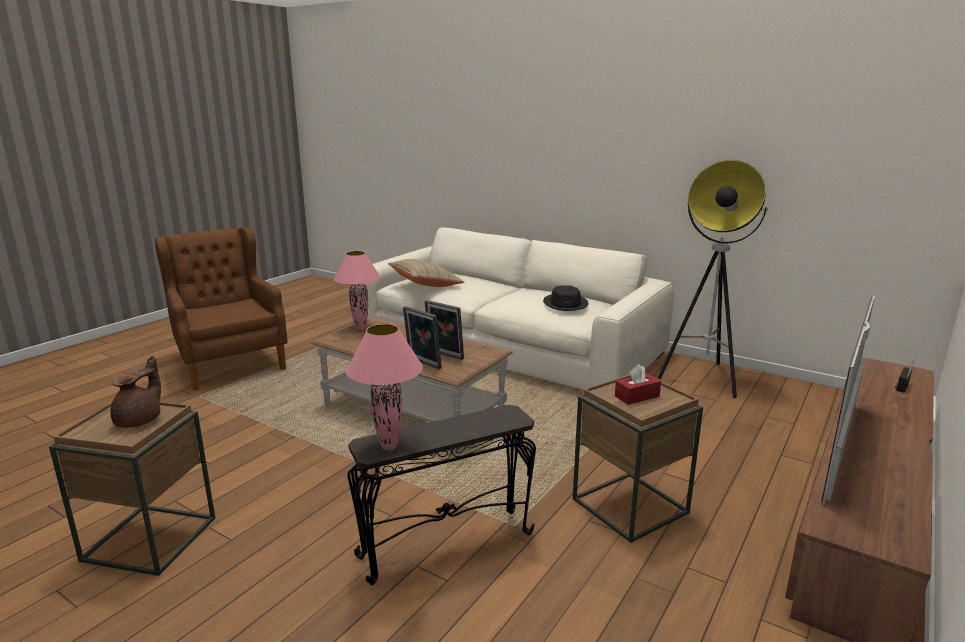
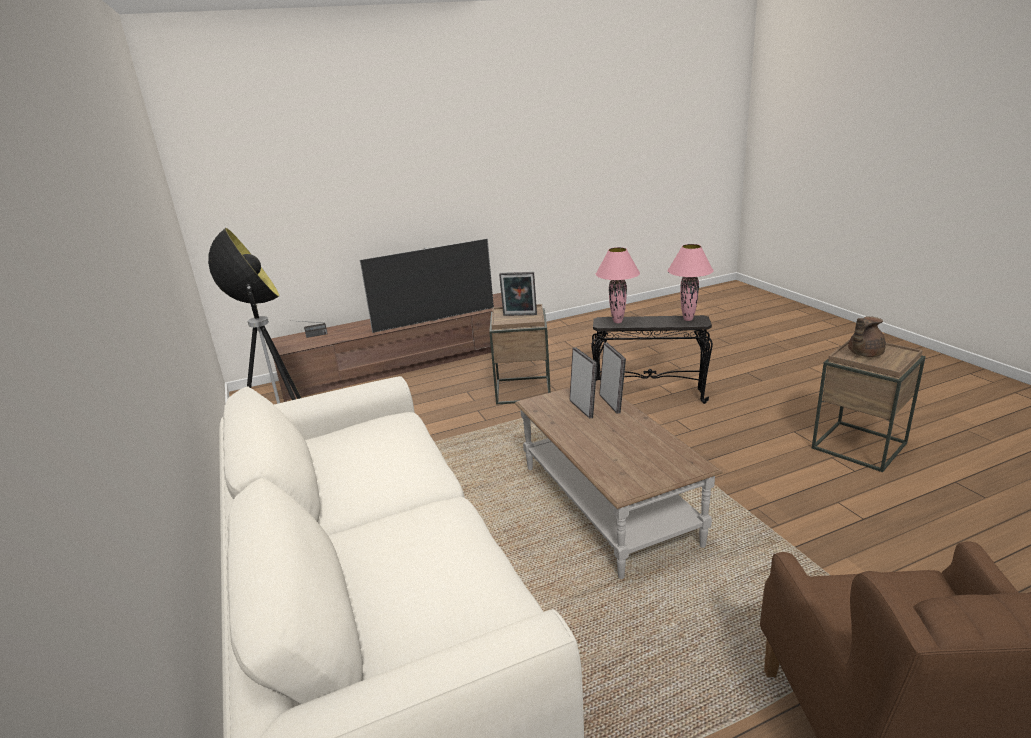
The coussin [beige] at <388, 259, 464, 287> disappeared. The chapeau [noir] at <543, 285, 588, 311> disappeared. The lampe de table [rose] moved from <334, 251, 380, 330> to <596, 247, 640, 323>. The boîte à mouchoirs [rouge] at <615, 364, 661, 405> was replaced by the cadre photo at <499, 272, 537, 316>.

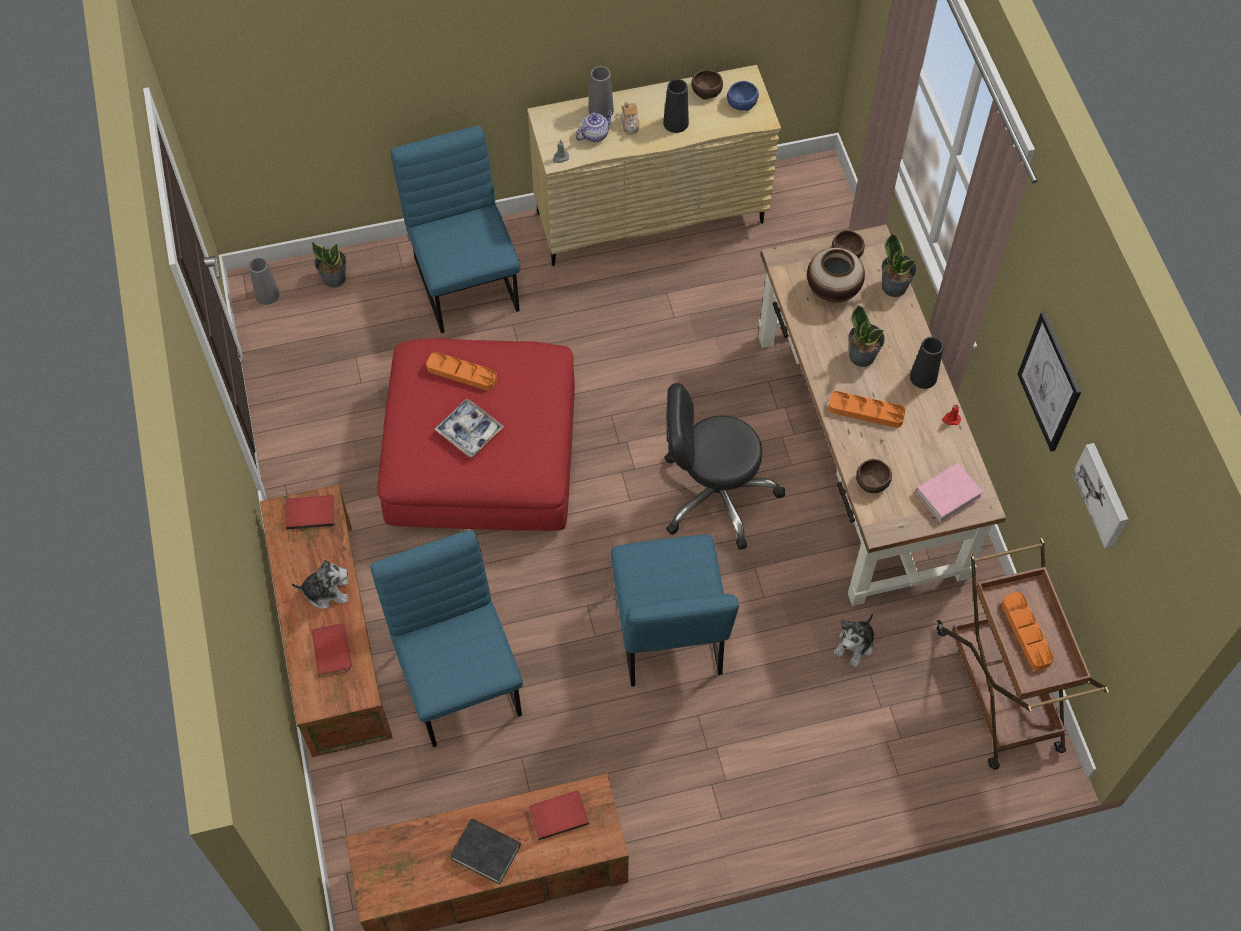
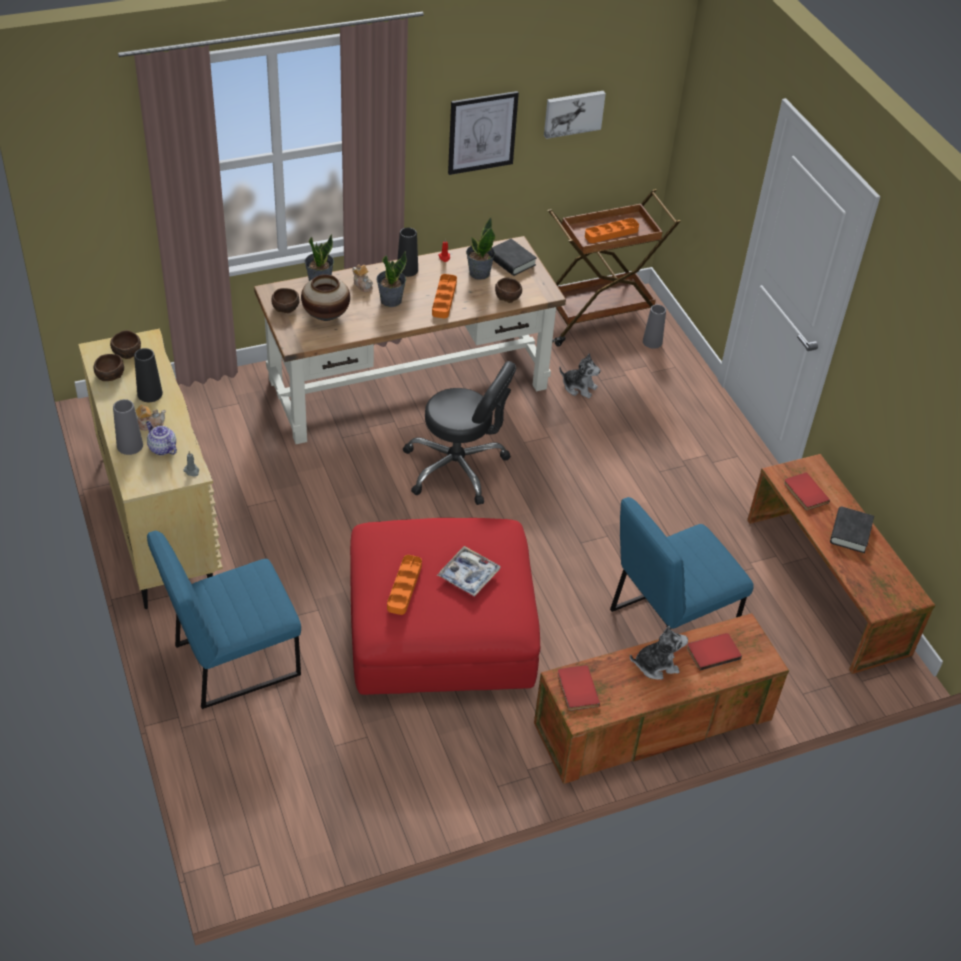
The chaise [bleu] at <610, 535, 739, 687> disappeared. The théière at <352, 264, 373, 292> appeared. The vase [gris] moved from <249, 257, 279, 305> to <643, 305, 666, 349>. The plante en pot moved from <312, 242, 346, 288> to <466, 217, 495, 280>. The bol [bleu] at <727, 81, 759, 111> became the bol [marron] at <110, 330, 141, 359>. The livre [rose] at <915, 463, 983, 523> became the livre [noir] at <492, 239, 537, 276>. The peluche at <291, 560, 349, 609> turned 90 degrees clockwise. The chaise de bureau [noir] at <664, 383, 785, 550> turned 60 degrees counterclockwise.

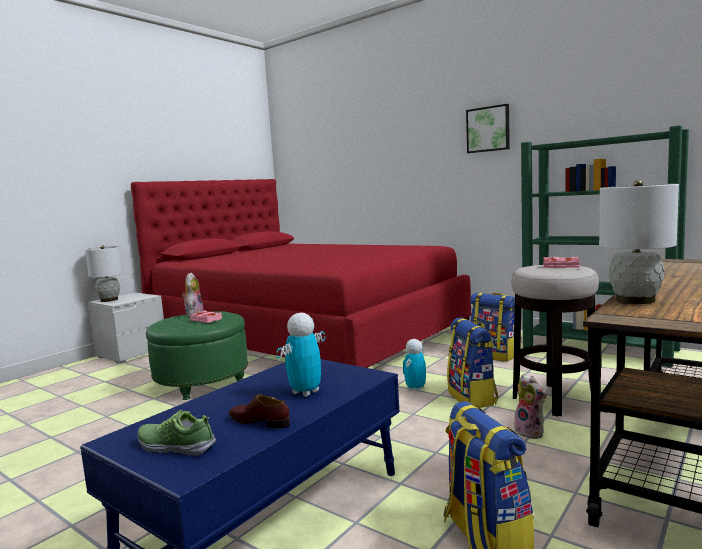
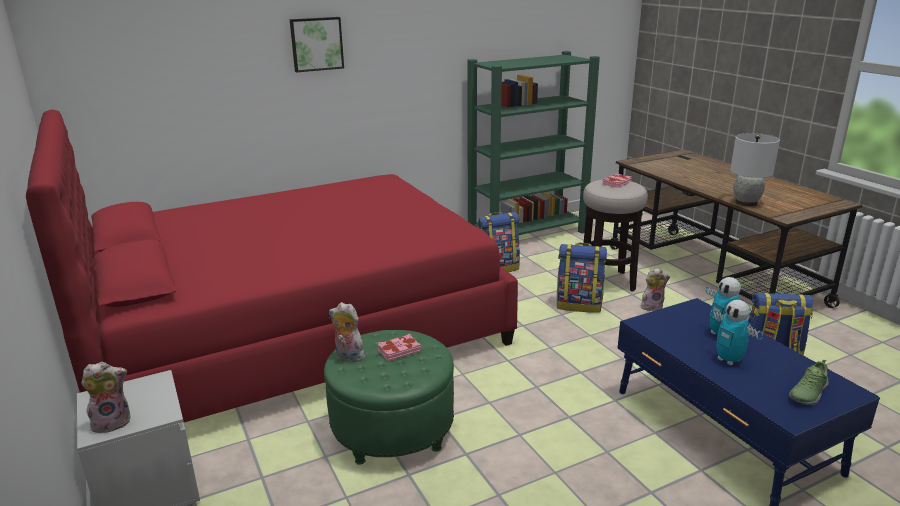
The chaussure [marron] at <229, 394, 290, 429> disappeared. The robot jouet moved from <403, 339, 426, 392> to <710, 300, 763, 365>. The tableau moved from <466, 104, 510, 153> to <290, 17, 344, 72>. The lampe de table [blanc] at <85, 245, 123, 302> was replaced by the peluche at <81, 362, 130, 433>.

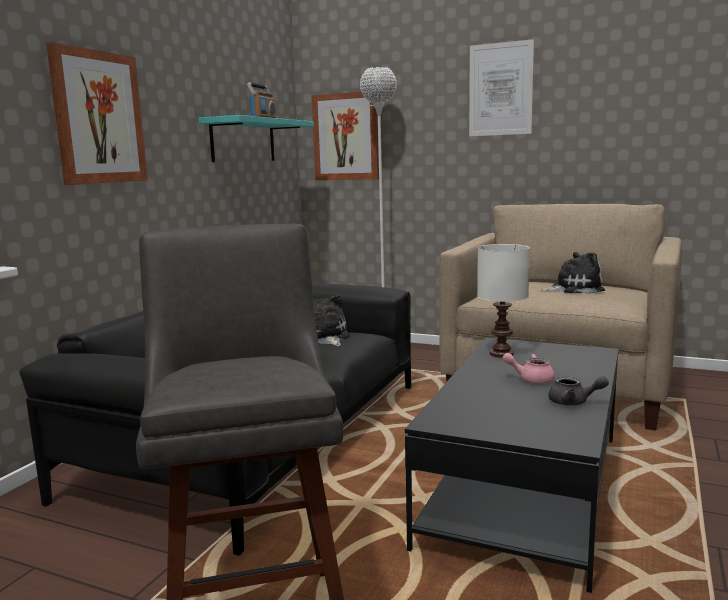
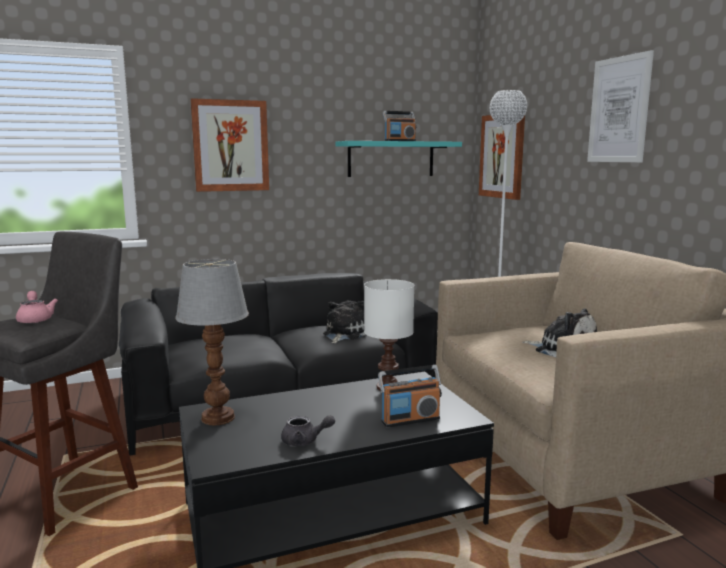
The lampe de table at <175, 259, 249, 425> appeared. The radio at <378, 365, 442, 428> appeared. The théière [rose] moved from <502, 353, 555, 384> to <16, 291, 58, 324>. The théière [gris] at <548, 376, 609, 406> turned 60 degrees counterclockwise.

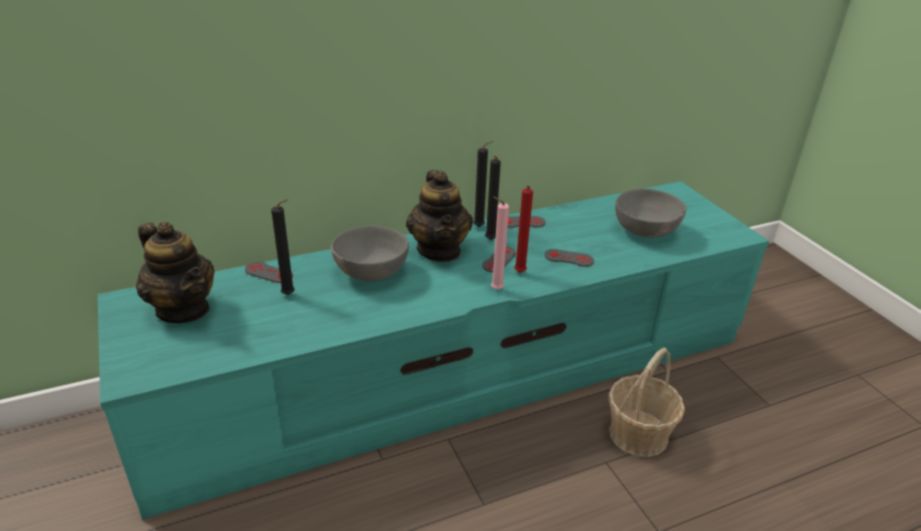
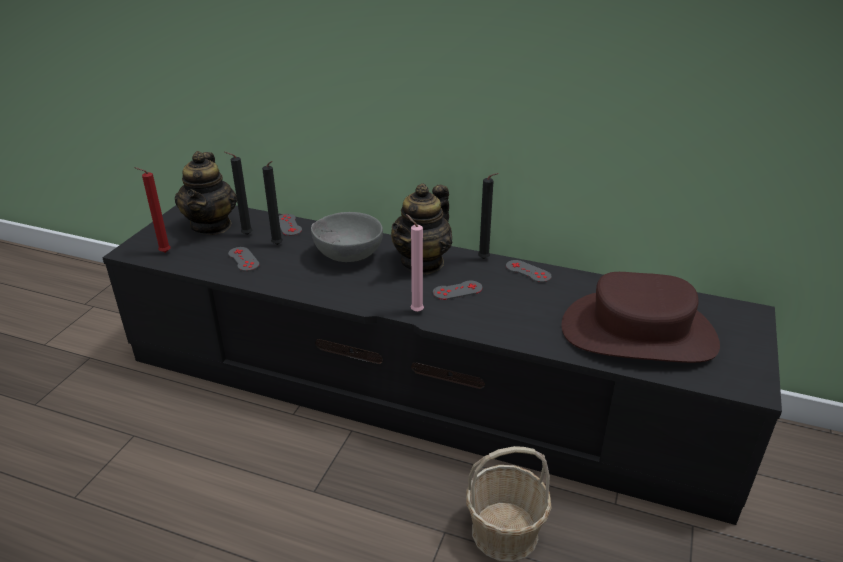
The bougie [noir] moved from <485, 156, 501, 240> to <225, 152, 252, 235>. The bougie [rouge] moved from <514, 185, 533, 273> to <134, 167, 171, 253>. The manette [gris] moved from <544, 249, 594, 267> to <228, 247, 260, 272>. The bol [gris] at <615, 189, 686, 238> was replaced by the chapeau [marron] at <561, 272, 720, 363>. The meuble télé [turquoise] at <98, 181, 769, 520> became the meuble télé [noir] at <102, 205, 782, 525>.

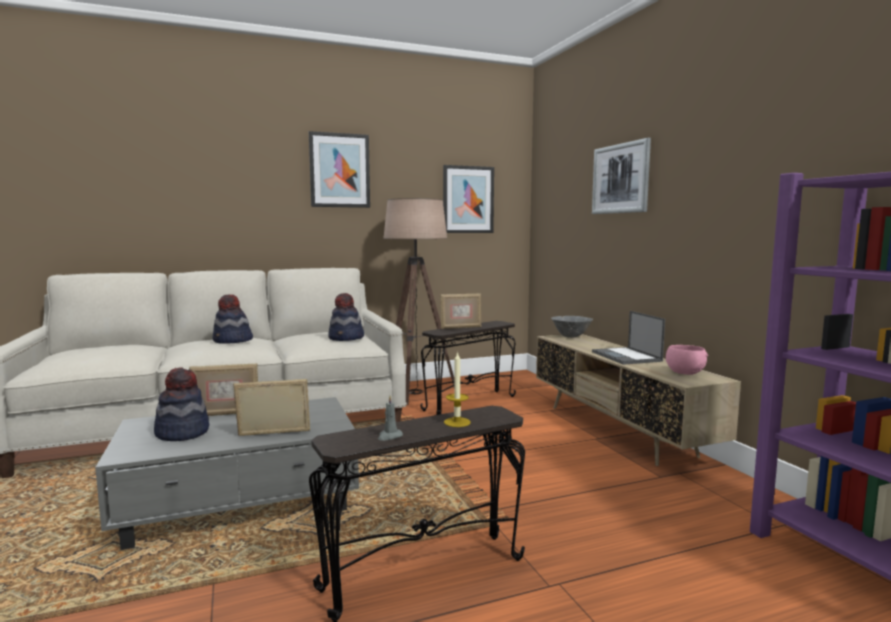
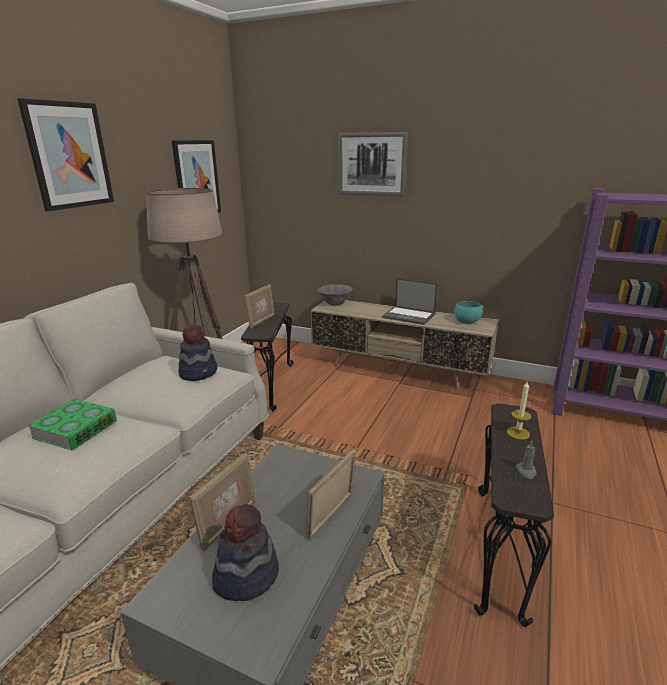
The chapeau at <213, 294, 253, 344> was replaced by the livre at <28, 399, 117, 450>. The bol [rose] at <666, 345, 708, 375> became the bol [turquoise] at <454, 301, 483, 324>.

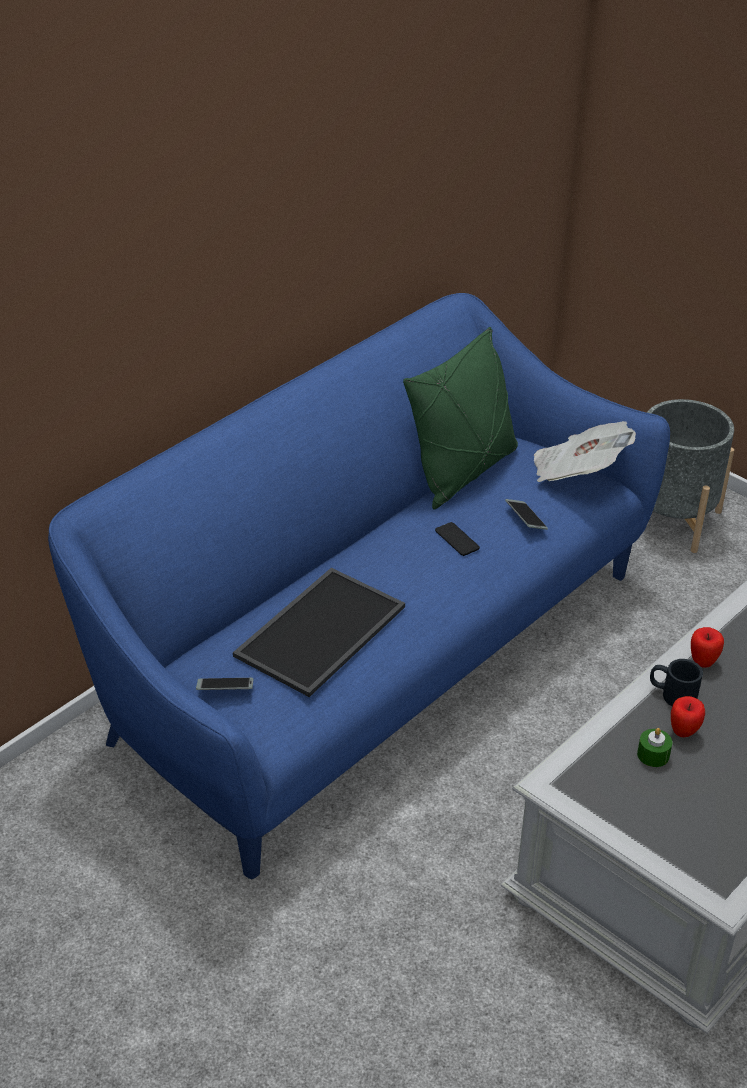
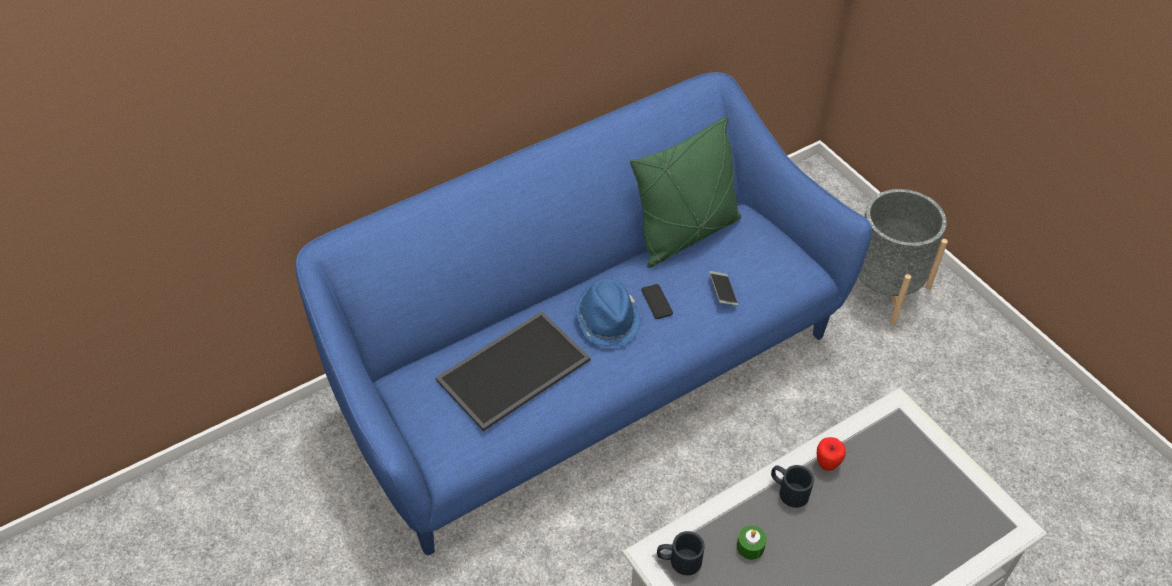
The téléphone at <196, 678, 254, 690> disappeared. The journal at <534, 421, 636, 482> disappeared. The pomme at <671, 696, 705, 737> disappeared. The chapeau [bleu] at <575, 278, 642, 348> appeared. The mug [noir] at <657, 531, 705, 575> appeared.

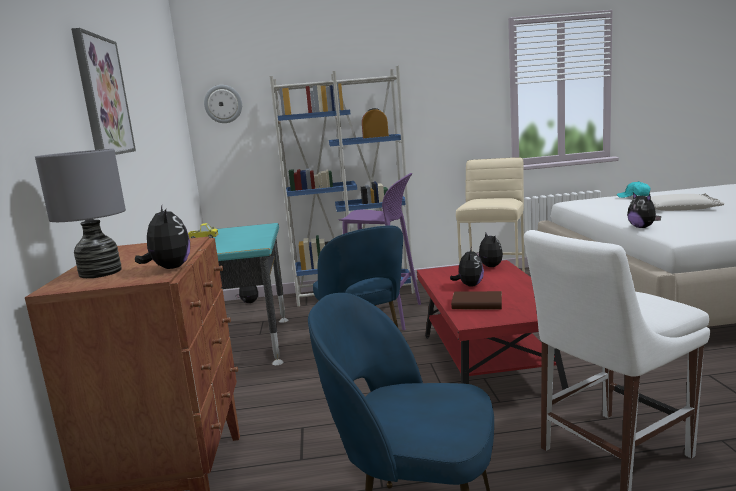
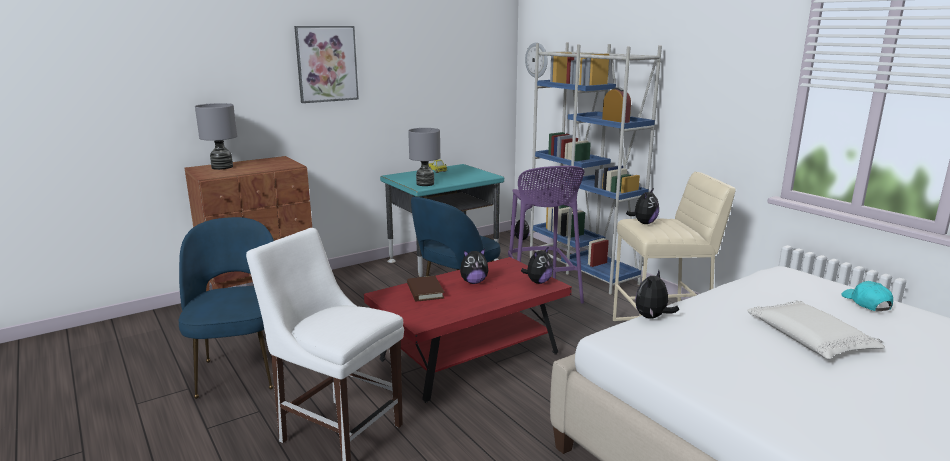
The lampe de table [gris] at <408, 128, 440, 186> appeared. The peluche moved from <135, 206, 190, 269> to <626, 189, 659, 224>.

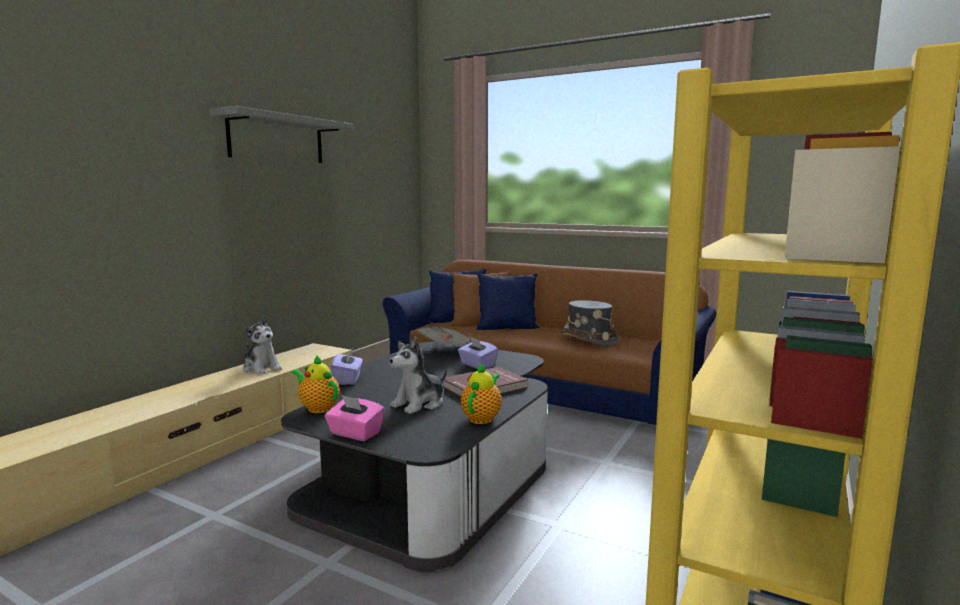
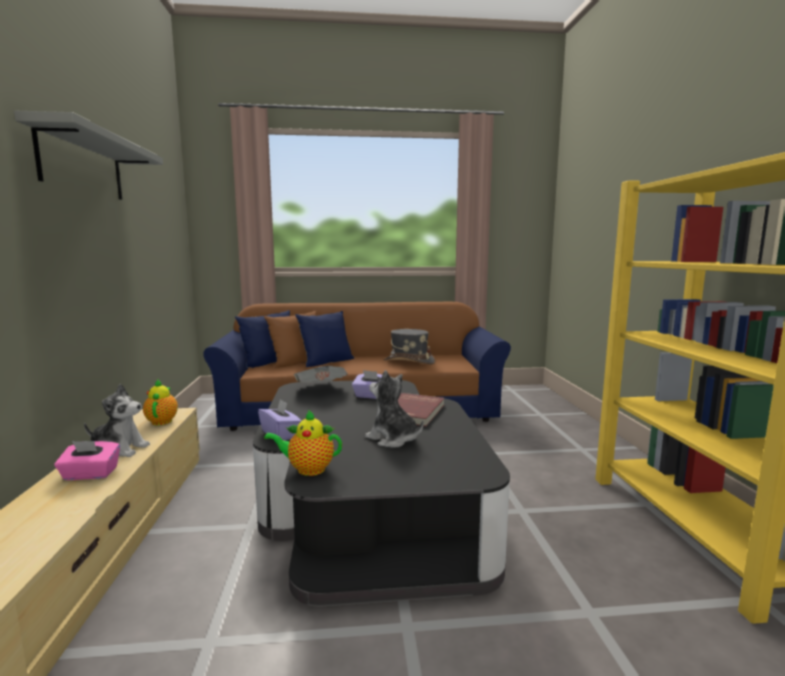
The boîte à mouchoirs [rose] moved from <325, 395, 385, 441> to <54, 441, 120, 480>. The théière moved from <461, 363, 502, 424> to <143, 379, 178, 425>. The peluche at <389, 336, 447, 414> turned 120 degrees clockwise.

